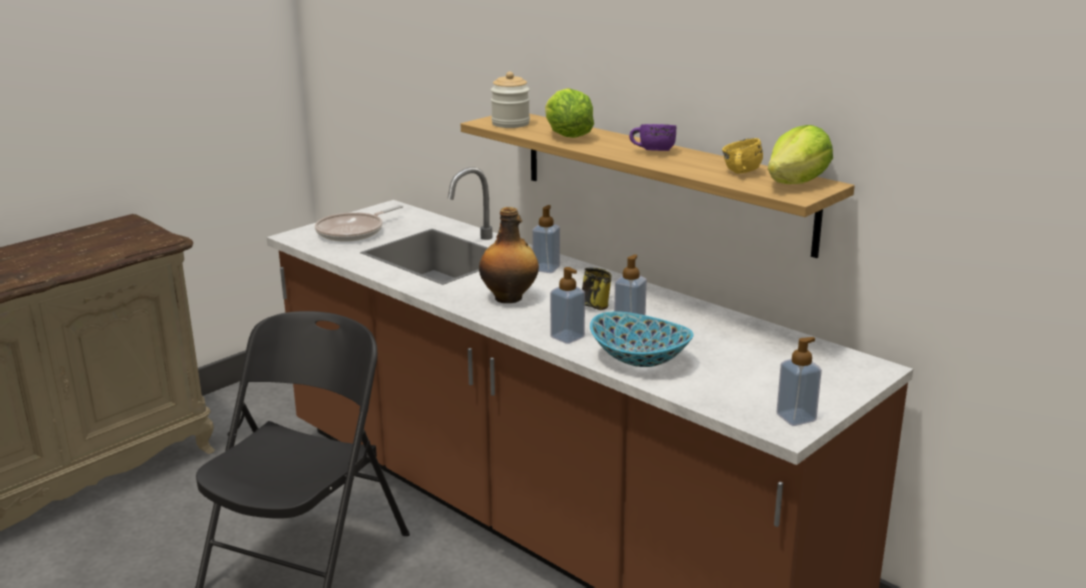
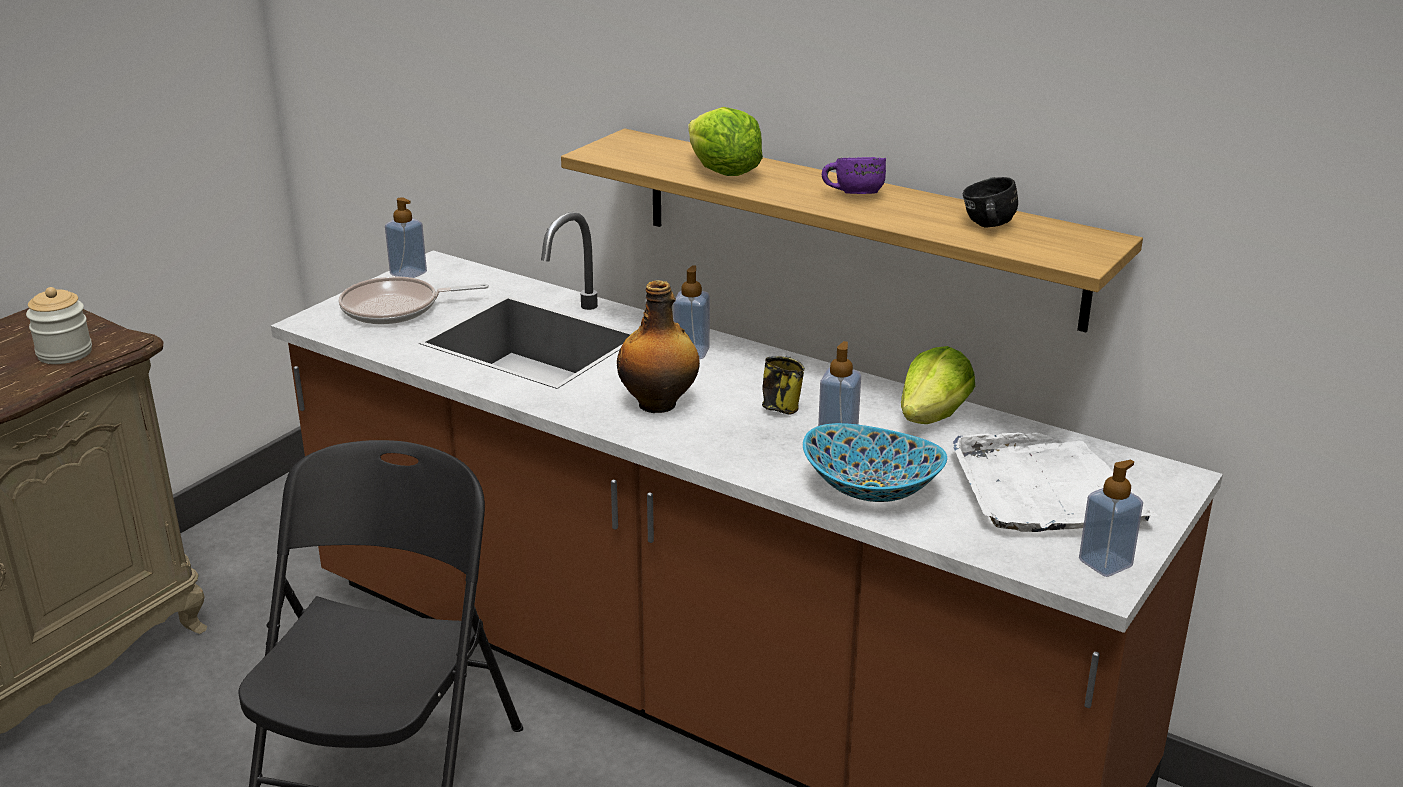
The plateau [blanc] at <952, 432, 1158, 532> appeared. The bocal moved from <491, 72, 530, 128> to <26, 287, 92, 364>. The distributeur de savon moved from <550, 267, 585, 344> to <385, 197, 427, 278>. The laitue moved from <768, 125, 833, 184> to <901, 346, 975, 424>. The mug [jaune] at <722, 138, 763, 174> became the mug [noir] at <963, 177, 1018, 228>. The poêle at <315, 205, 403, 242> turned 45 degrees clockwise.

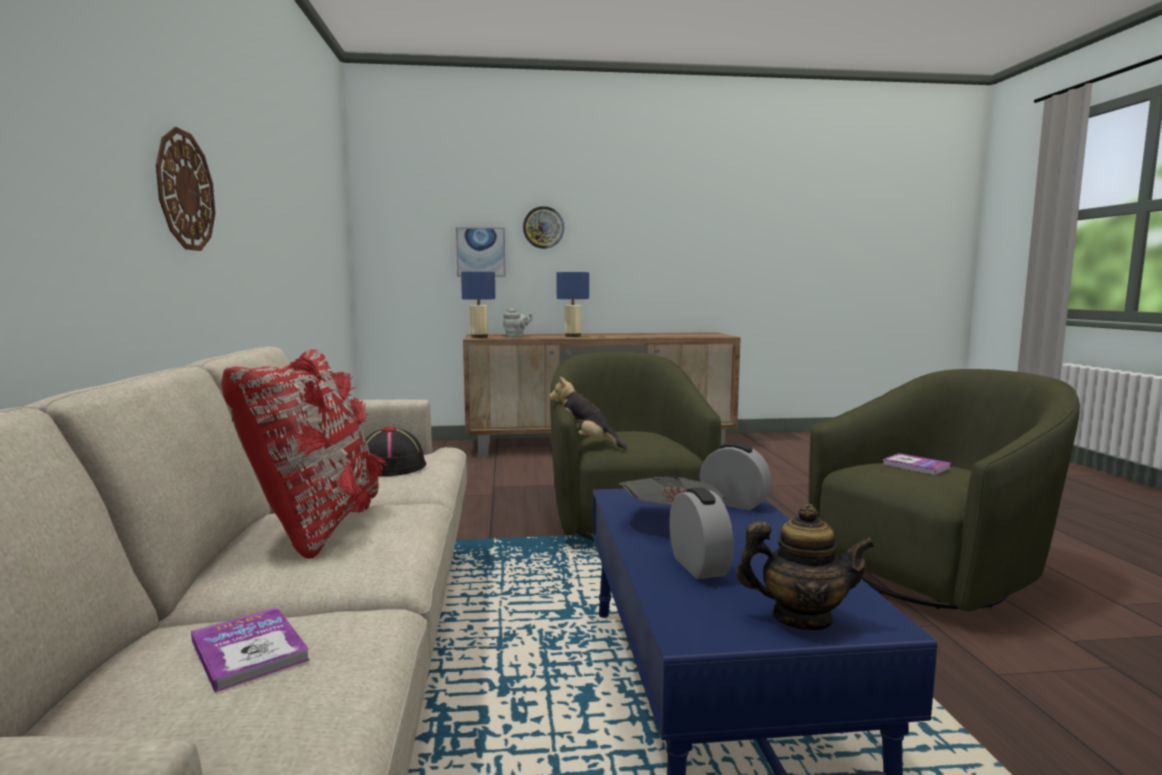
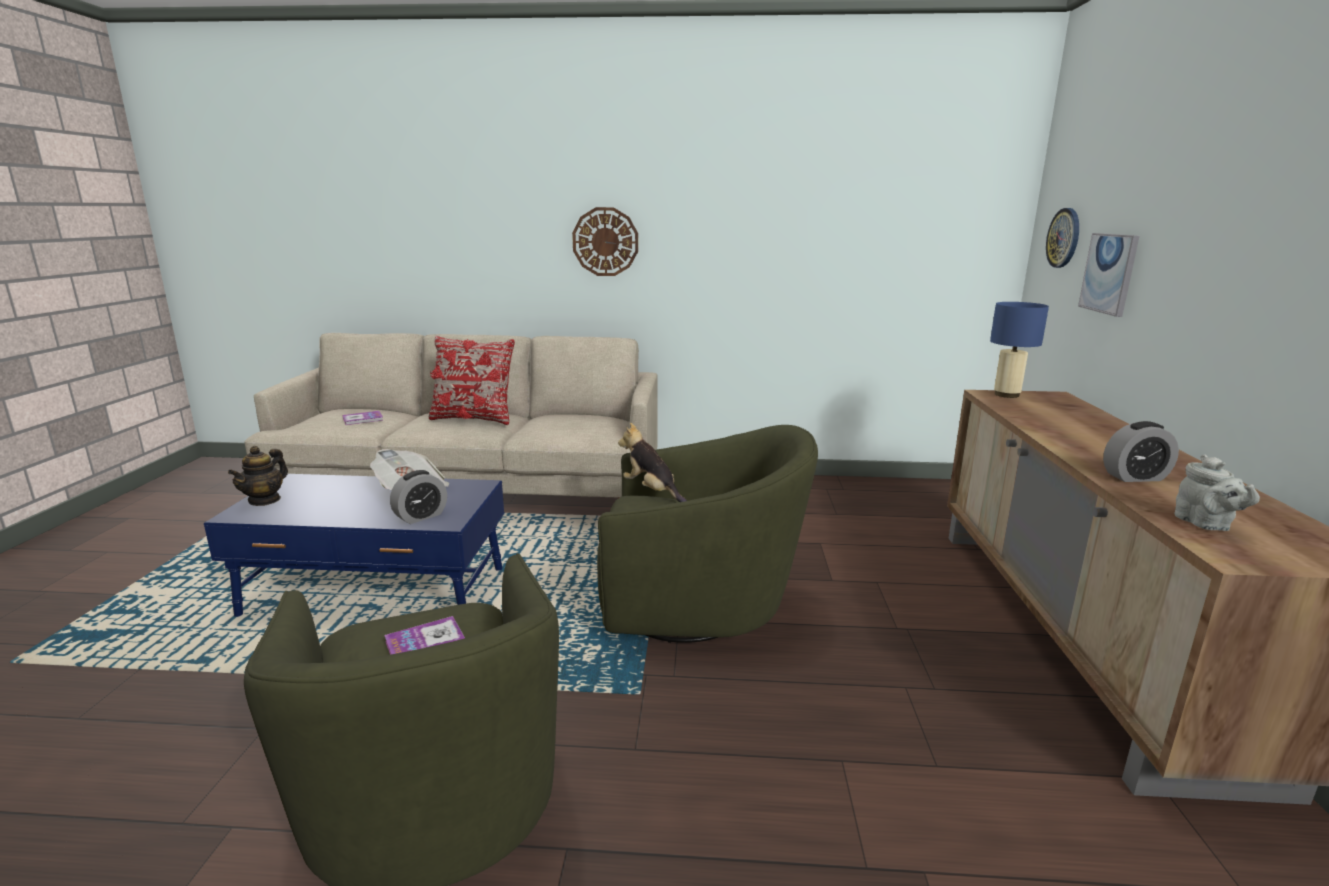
The chapeau [noir] at <365, 427, 426, 476> disappeared. The lampe de table [bleu] at <556, 272, 589, 337> disappeared. The théière [gris] moved from <503, 308, 532, 337> to <1175, 454, 1260, 531>. The horloge murale moved from <523, 206, 564, 249> to <1046, 208, 1079, 268>. The réveil moved from <669, 487, 734, 579> to <1103, 421, 1179, 482>. The peluche at <549, 376, 628, 449> turned 90 degrees counterclockwise.

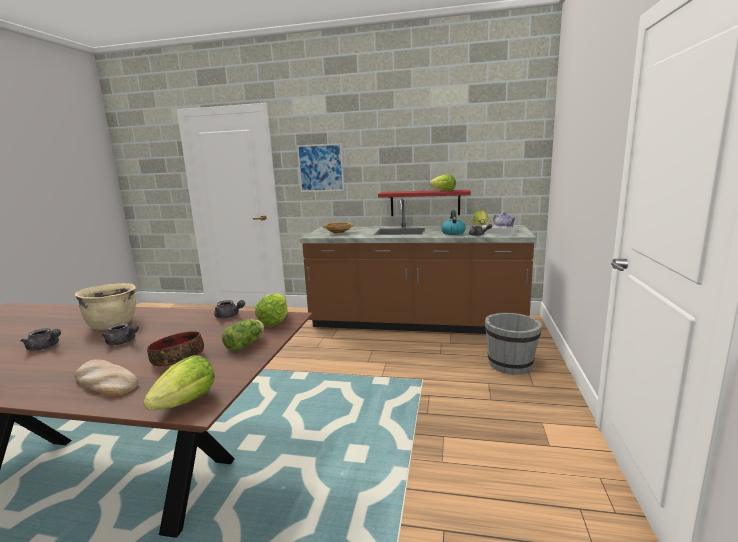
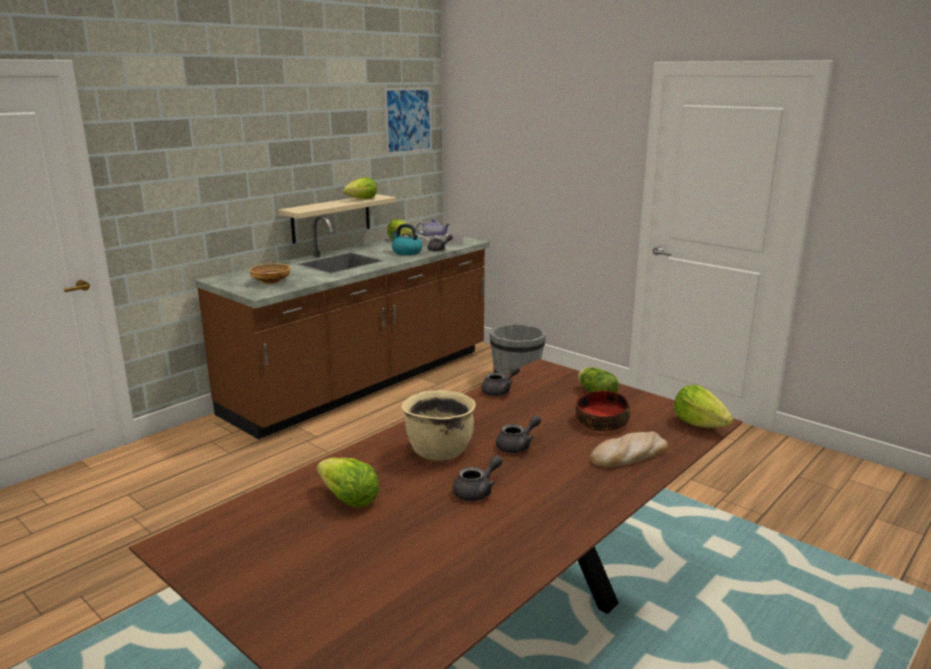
The laitue moved from <255, 293, 288, 326> to <317, 458, 380, 507>. The tableau moved from <297, 143, 344, 192> to <384, 87, 432, 155>. The étagère [rouge] at <378, 190, 471, 216> became the étagère [beige] at <278, 194, 396, 244>.

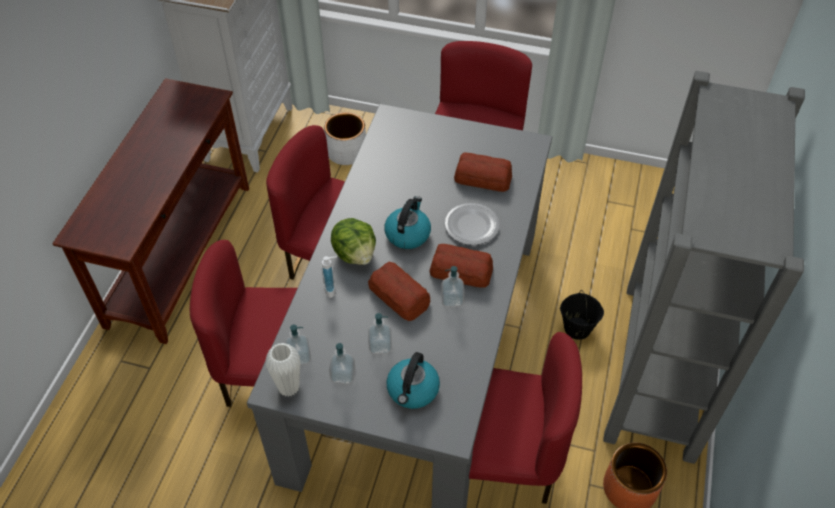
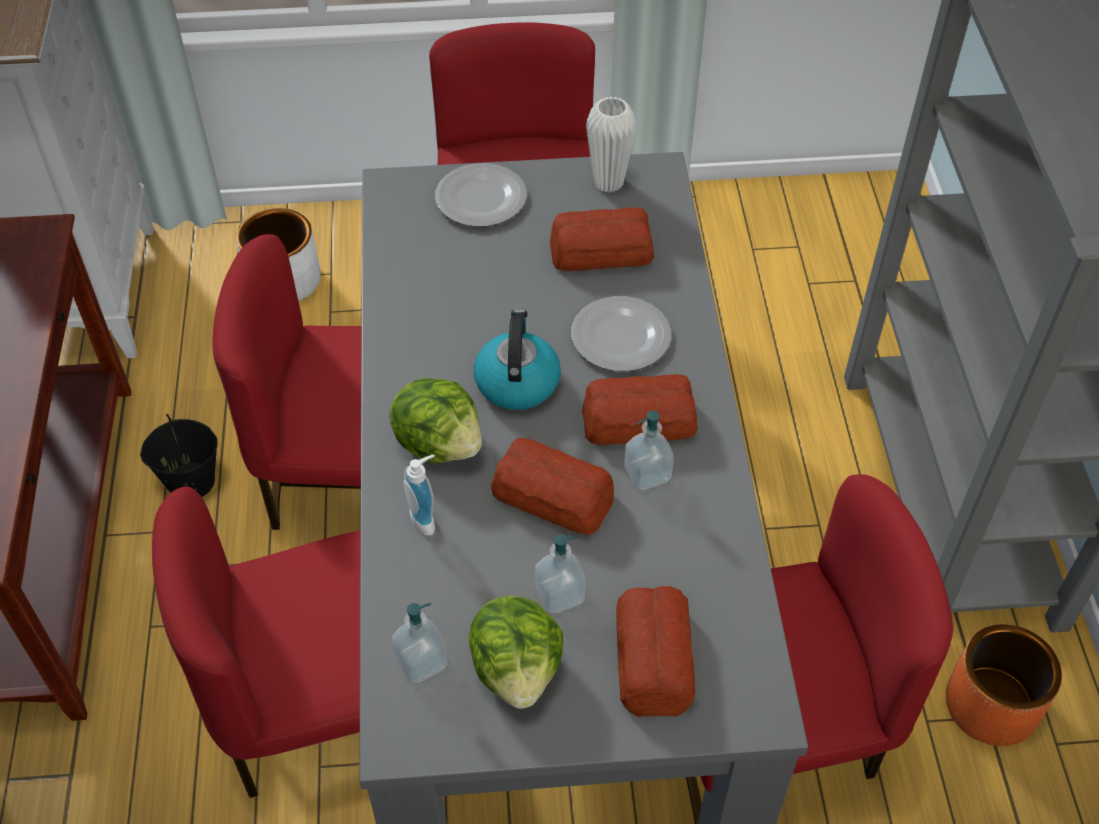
The assiette at <435, 163, 527, 227> appeared. The vase [blanc] moved from <265, 343, 300, 397> to <586, 97, 636, 193>. The seau [noir] moved from <560, 290, 604, 340> to <140, 414, 218, 497>. The distributeur de savon at <329, 343, 355, 384> was replaced by the laitue at <469, 596, 563, 709>. The bouilloire at <387, 352, 440, 409> was replaced by the pain at <616, 586, 695, 717>.

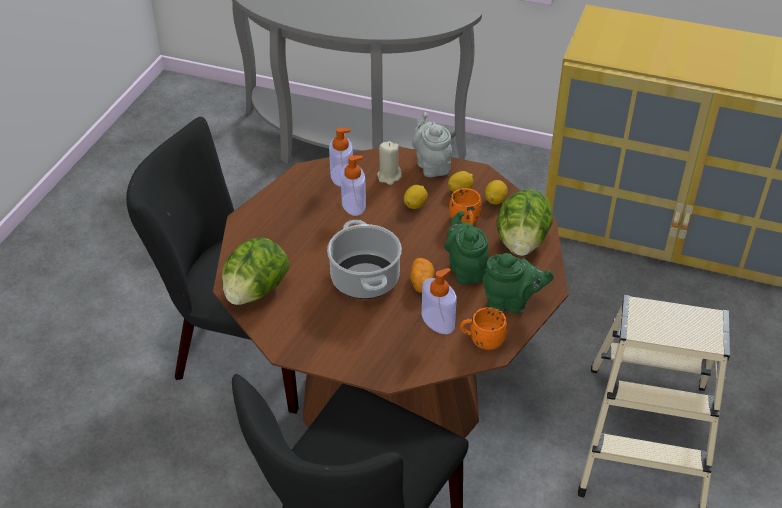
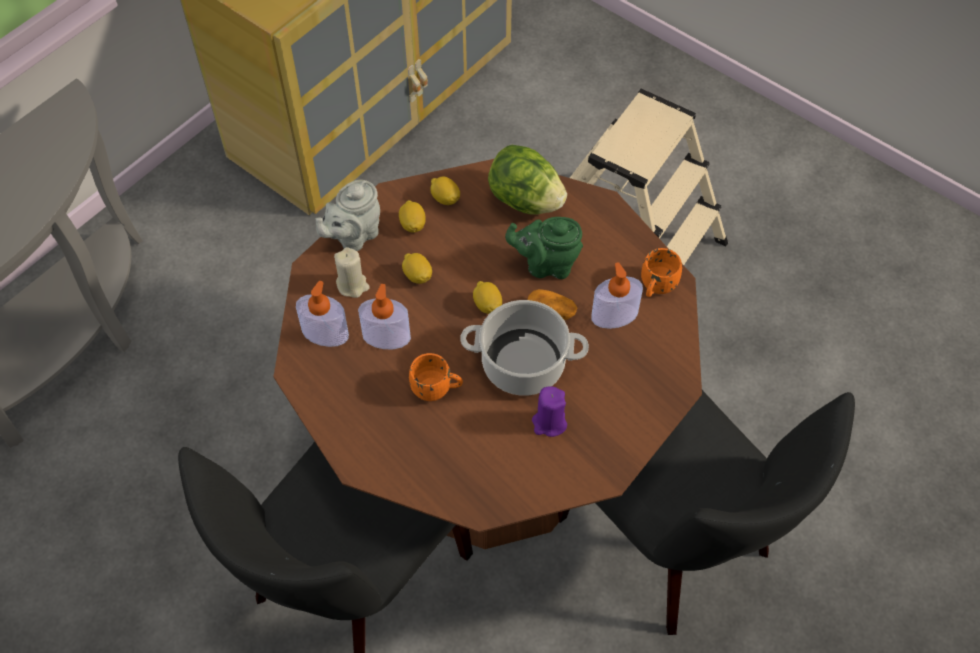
The laitue at <222, 238, 290, 305> disappeared. The théière [vert] at <483, 253, 554, 313> disappeared. The citron at <473, 281, 502, 314> appeared. The bougie [violet] at <532, 386, 567, 437> appeared. The mug [orange] moved from <449, 188, 482, 225> to <409, 353, 463, 401>. The théière [gris] at <412, 112, 452, 177> turned 45 degrees counterclockwise.

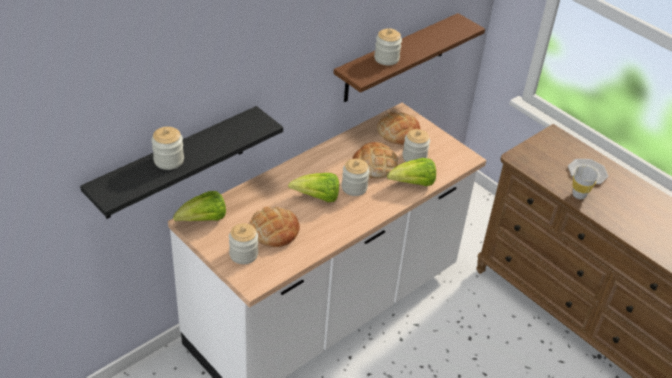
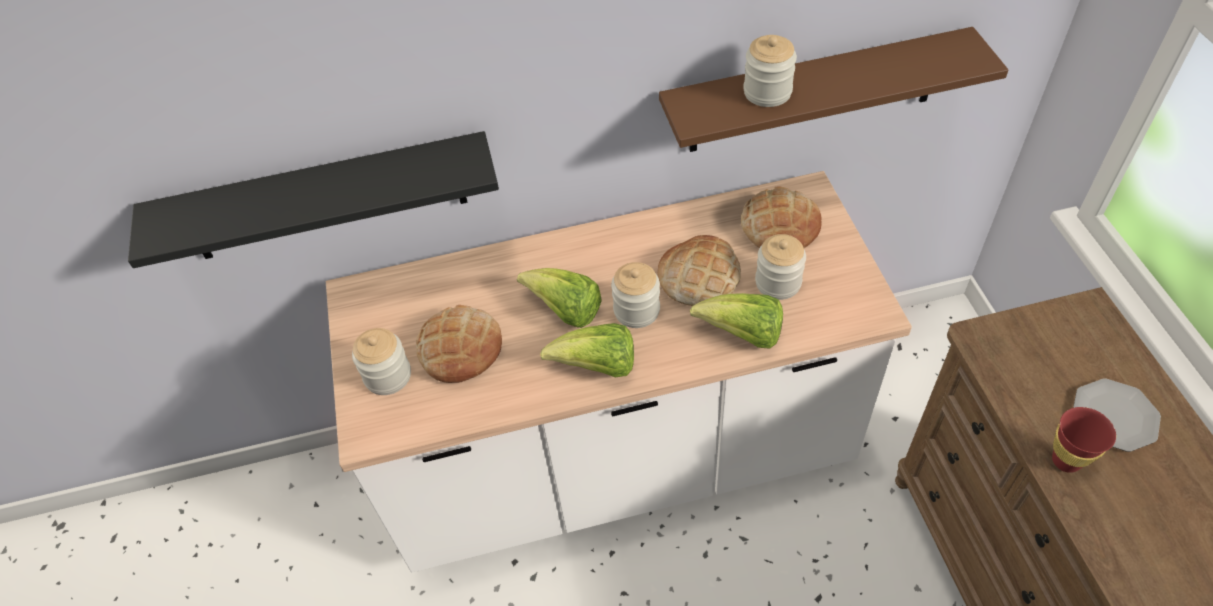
The bocal at <151, 127, 184, 170> disappeared. The laitue moved from <173, 191, 226, 221> to <540, 323, 634, 377>. The tasse [blanc] at <572, 165, 599, 199> became the tasse [rouge] at <1052, 407, 1116, 473>.

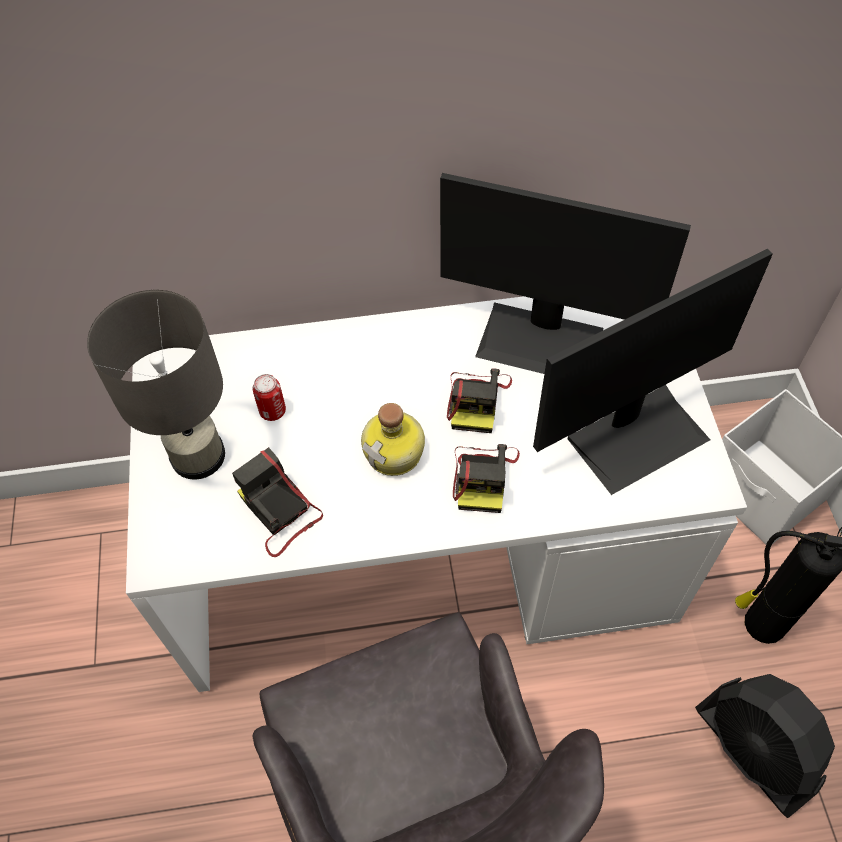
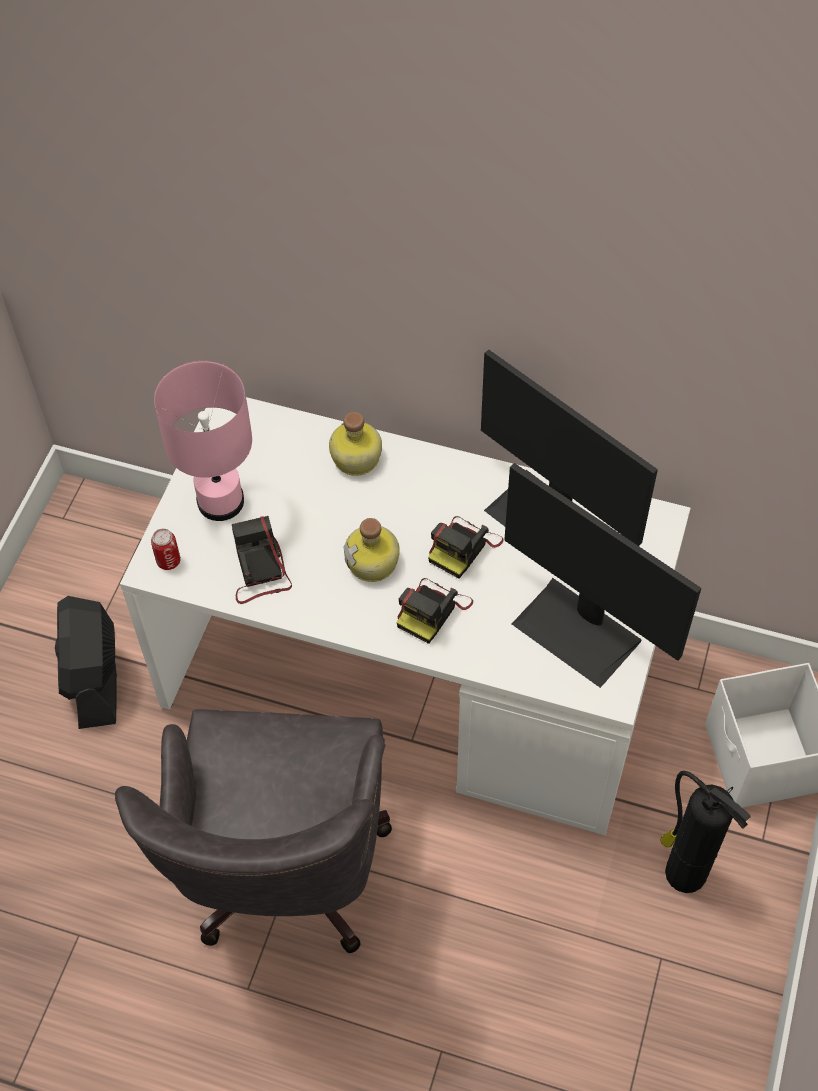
The bouteille at <329, 412, 382, 476> appeared. The boîte métallique moved from <253, 374, 286, 421> to <151, 529, 181, 570>. The ventilateur [noir] moved from <695, 674, 835, 818> to <55, 596, 117, 729>. The lampe de table [gris] at <87, 290, 225, 480> became the lampe de table [rose] at <154, 361, 252, 521>. The écran d'ordinateur at <533, 249, 773, 495> turned 45 degrees clockwise.

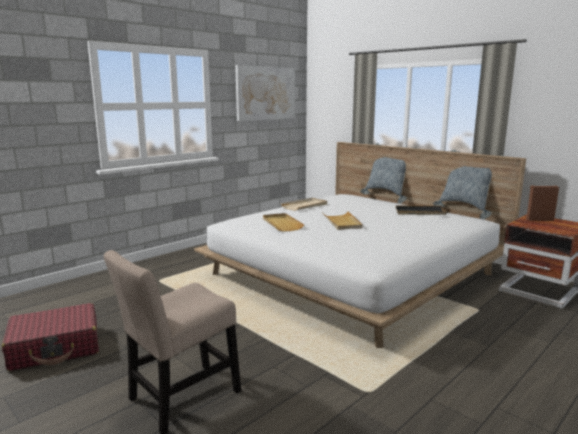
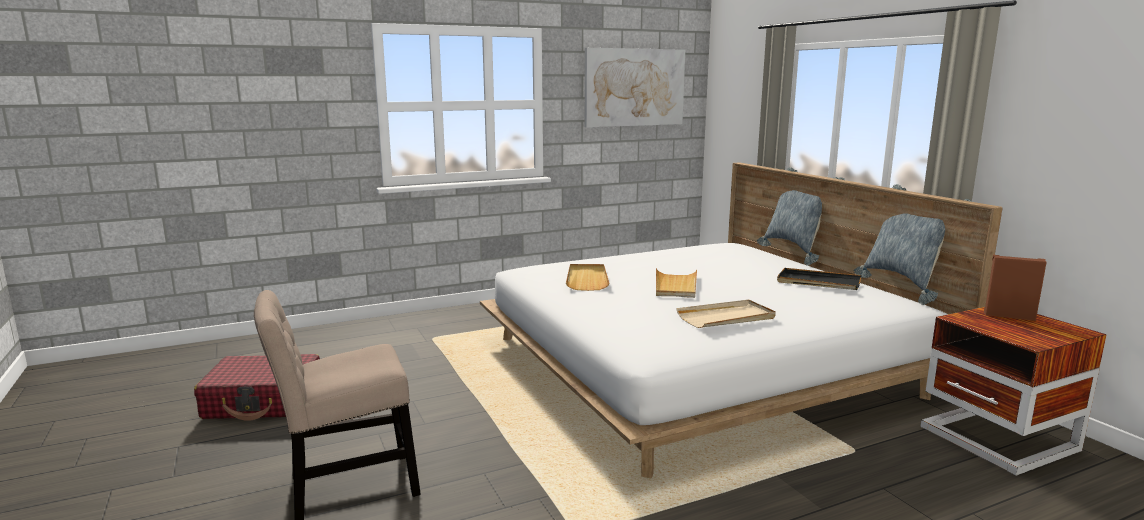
The plateau [beige] moved from <280, 198, 327, 211> to <676, 299, 776, 328>.

